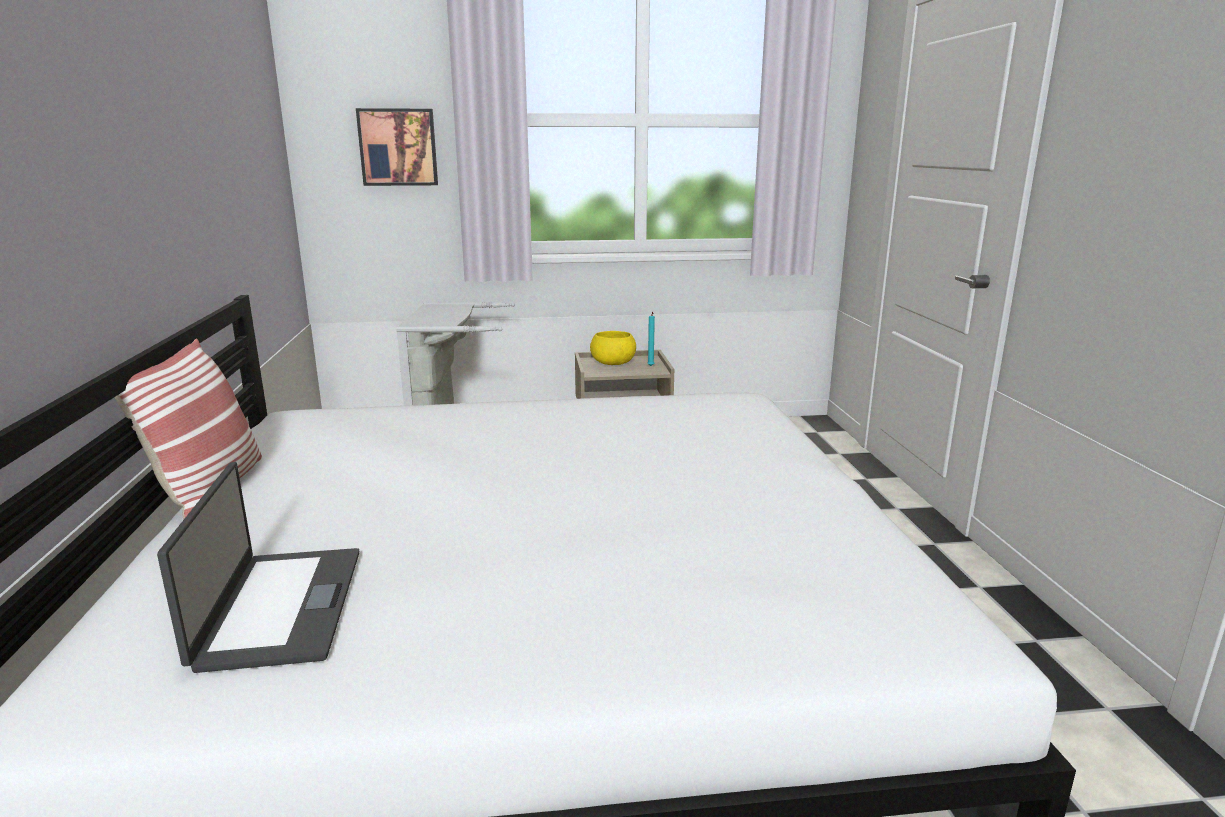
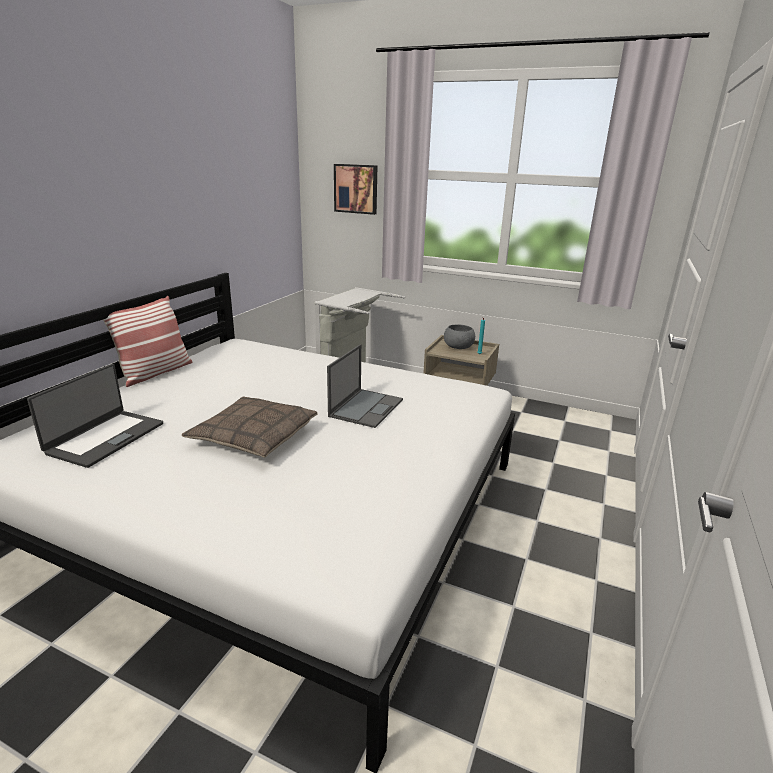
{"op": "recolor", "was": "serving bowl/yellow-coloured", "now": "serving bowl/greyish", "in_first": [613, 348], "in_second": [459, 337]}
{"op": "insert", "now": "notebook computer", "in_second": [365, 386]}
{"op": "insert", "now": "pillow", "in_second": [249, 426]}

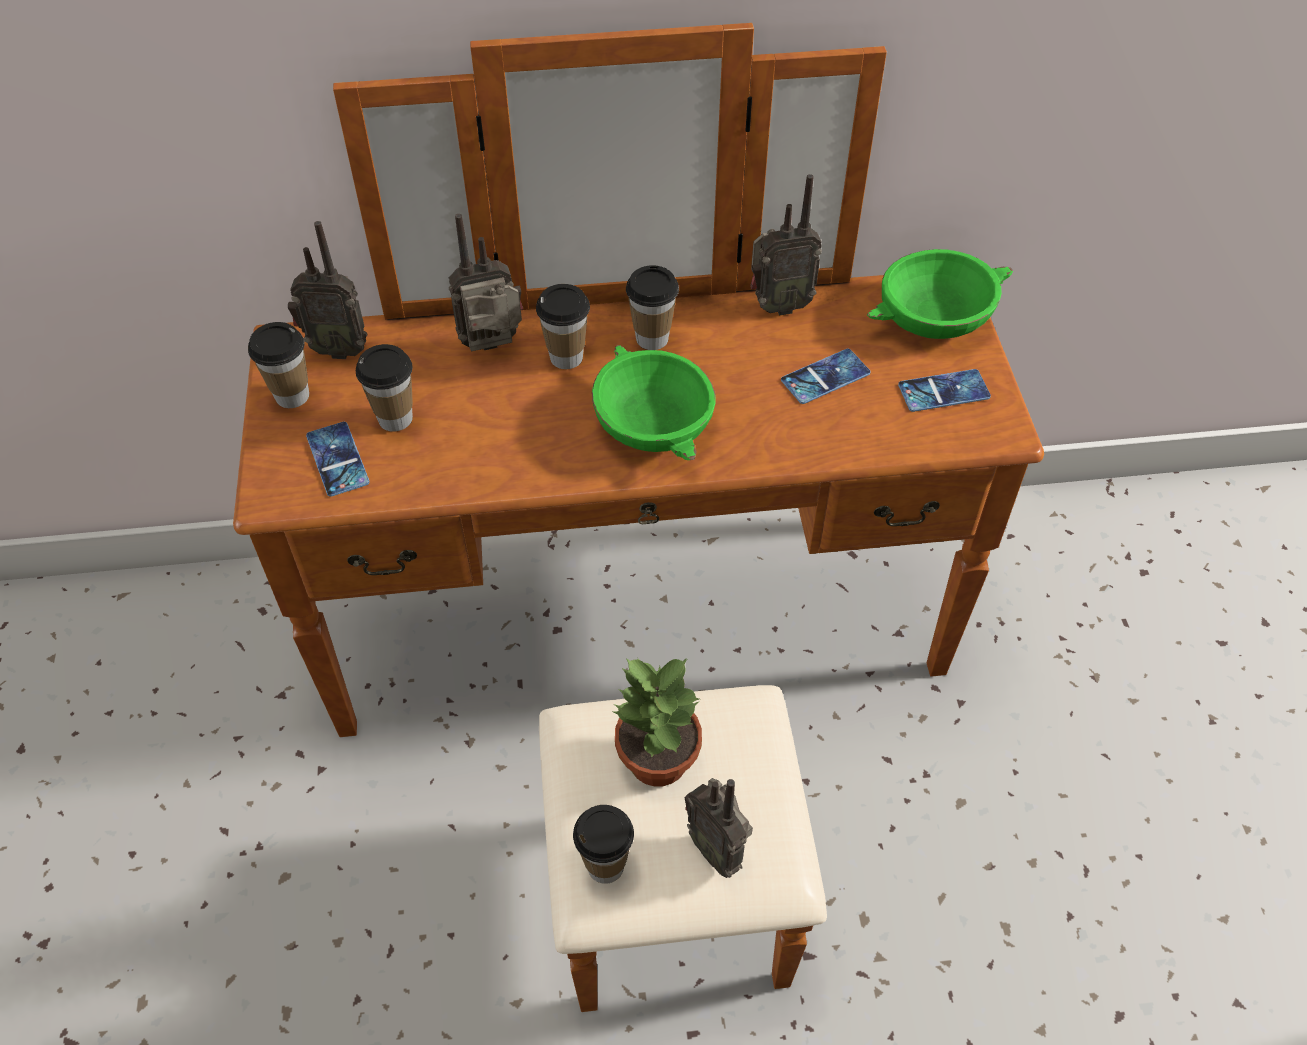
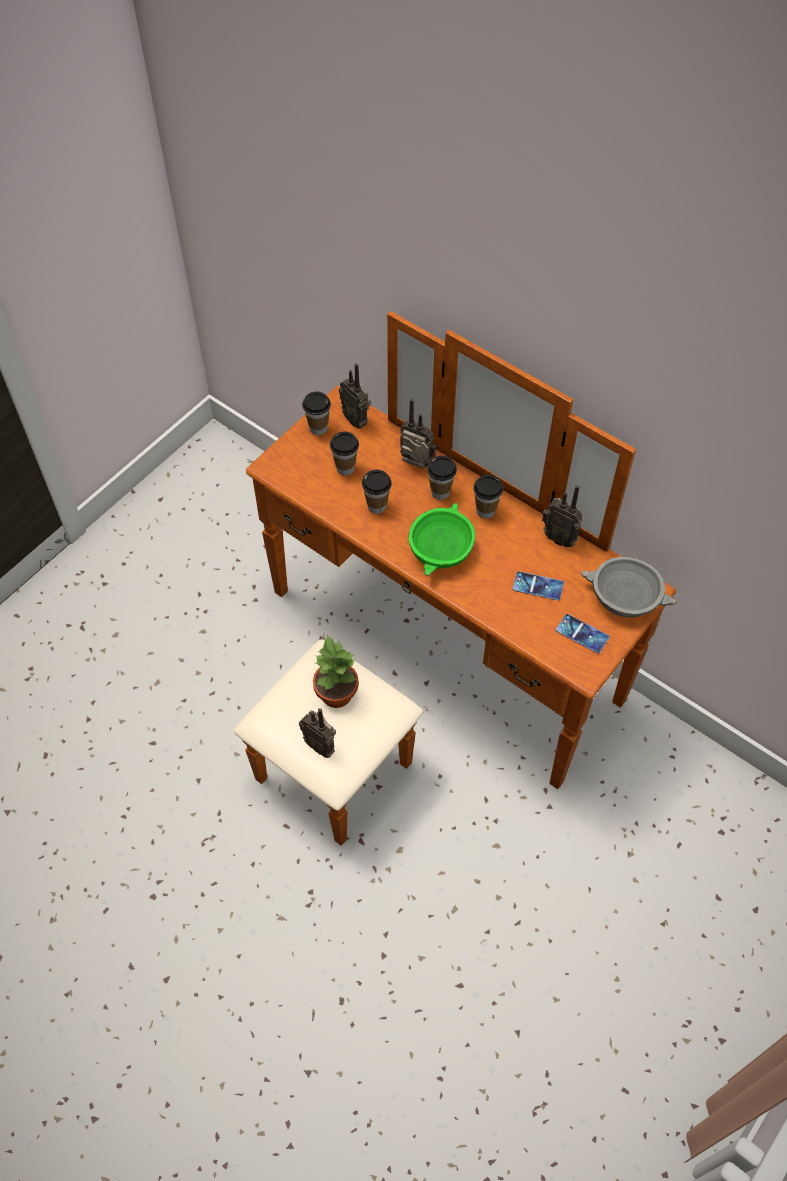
{"op": "recolor", "was": "serving bowl/greenish", "now": "serving bowl/greyish", "in_first": [940, 294], "in_second": [629, 587]}
{"op": "delete", "was": "handset", "in_first": [338, 459]}
{"op": "rotate", "was": "radio", "in_first": [719, 828], "in_second": [317, 733], "clockwise": -60}
{"op": "move", "was": "small cup", "in_first": [603, 844], "in_second": [377, 492]}

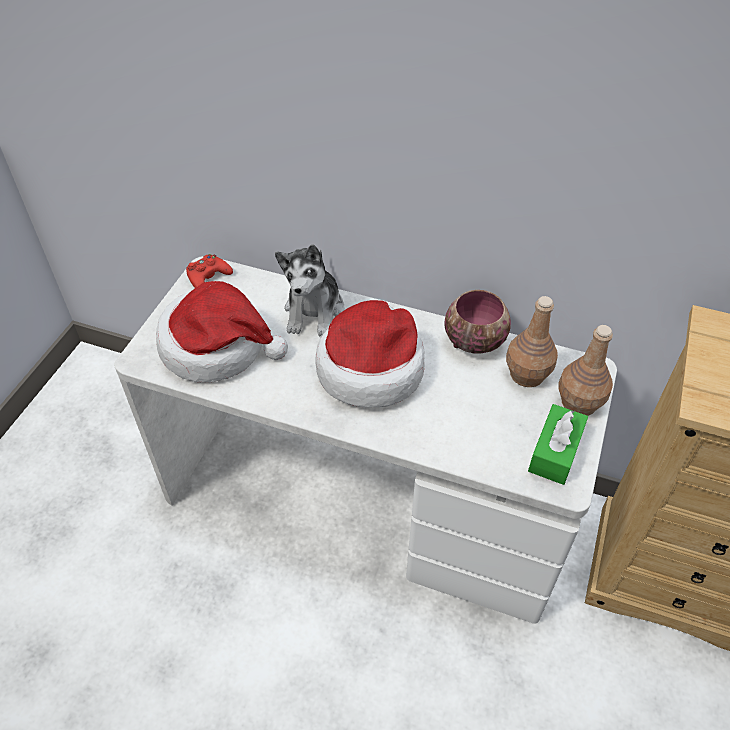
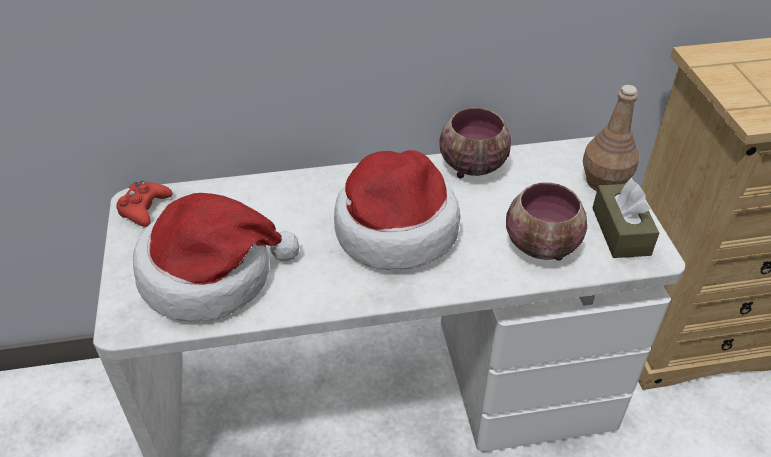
{"op": "delete", "was": "plush toy", "in_first": [310, 290]}
{"op": "delete", "was": "drink bottle/brown-coloured", "in_first": [532, 341]}
{"op": "recolor", "was": "box of tissues/greenish", "now": "box of tissues/brown-coloured", "in_first": [558, 444], "in_second": [626, 218]}
{"op": "insert", "now": "serving bowl", "in_second": [546, 221]}

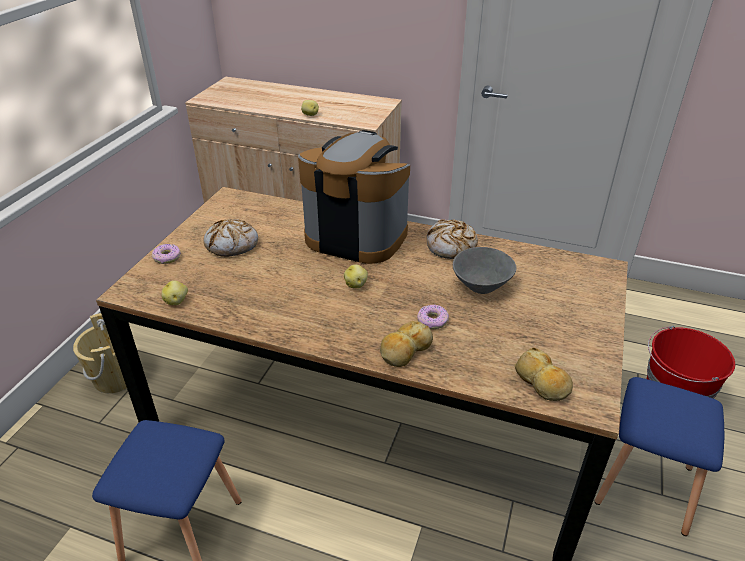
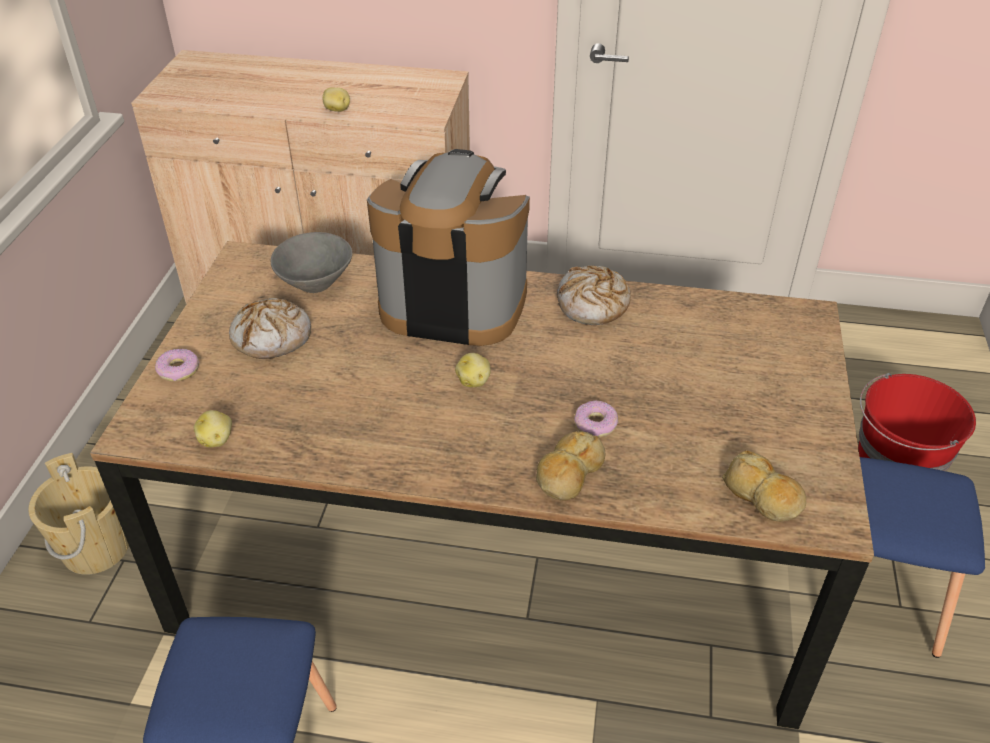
{"op": "move", "was": "serving bowl/greyish", "in_first": [484, 270], "in_second": [311, 262]}

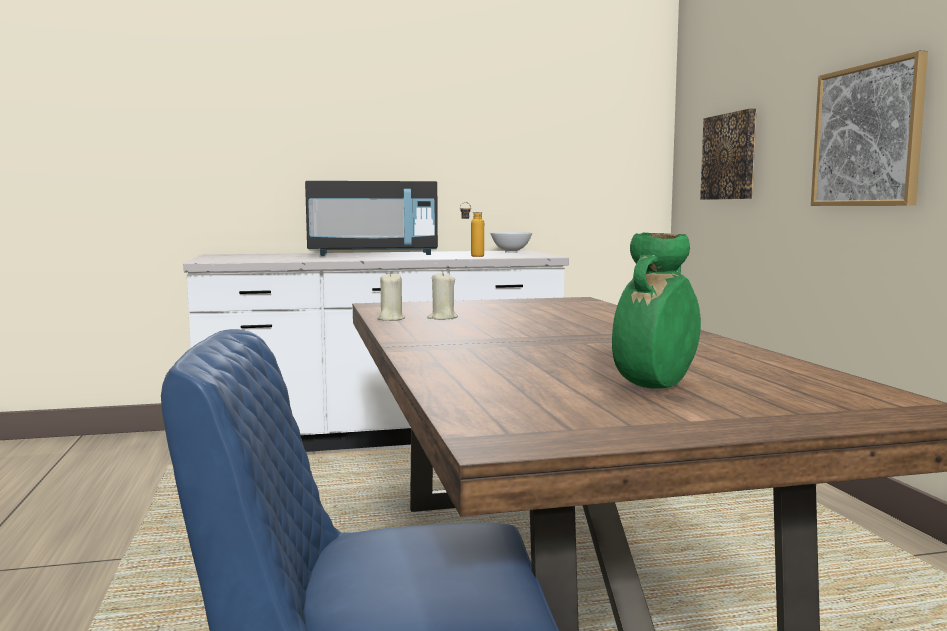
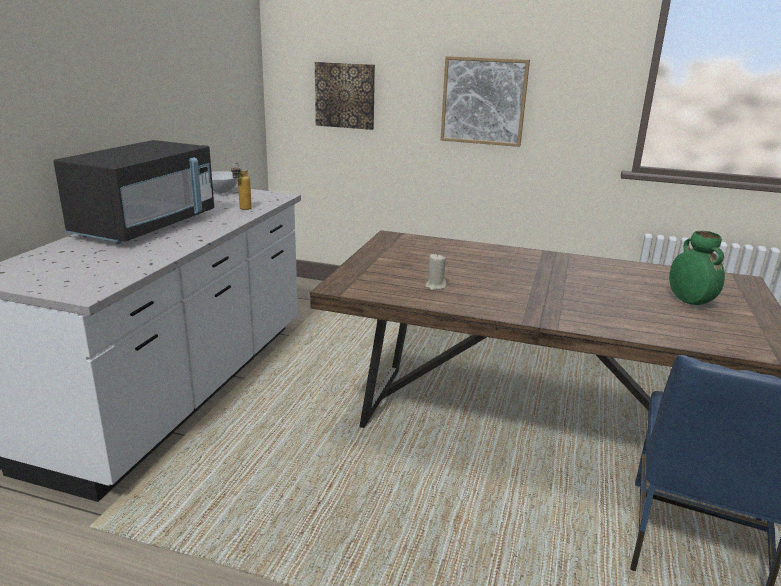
{"op": "delete", "was": "wax candle/sand-coloured", "in_first": [391, 296]}

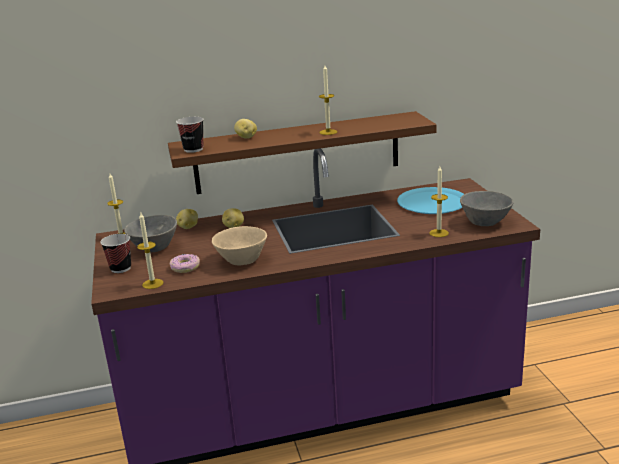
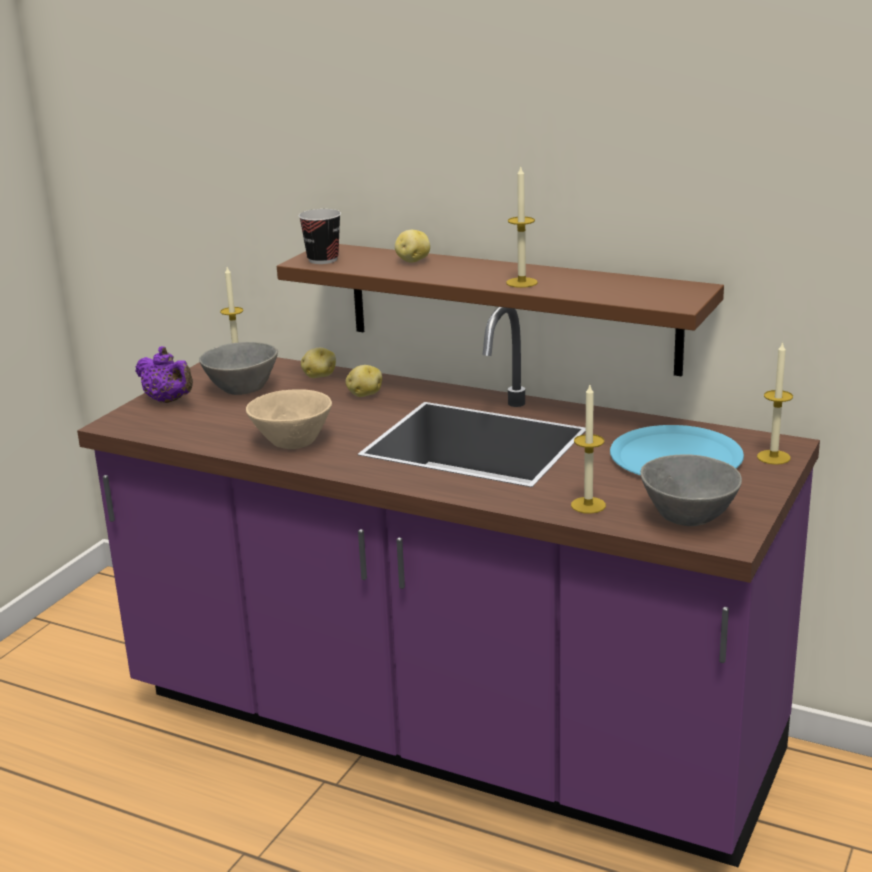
{"op": "move", "was": "wax candle", "in_first": [150, 251], "in_second": [775, 403]}
{"op": "replace", "was": "small cup", "now": "tea pot/purple-coloured", "in_first": [116, 253], "in_second": [164, 374]}
{"op": "delete", "was": "ring doughnut", "in_first": [184, 263]}

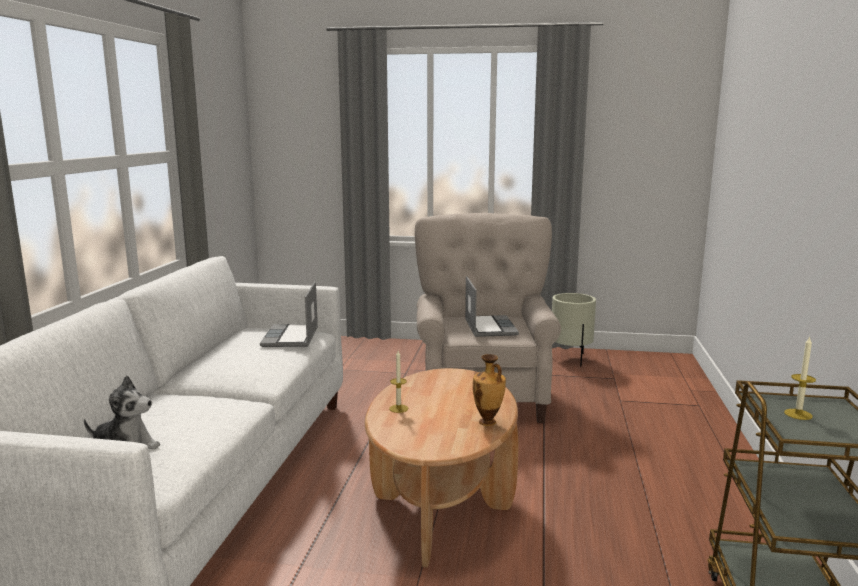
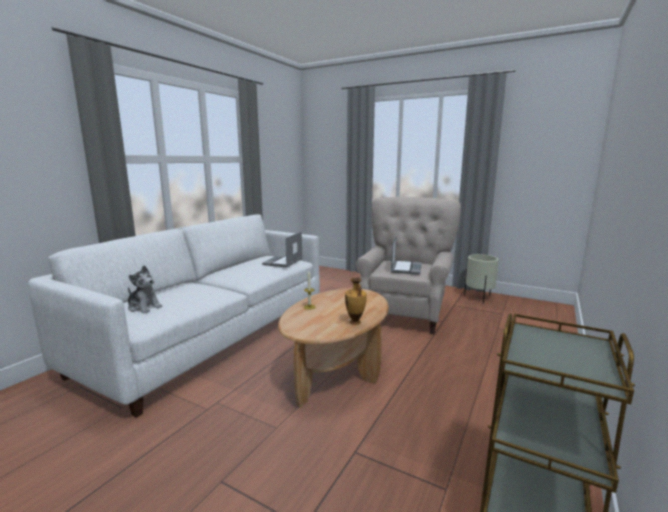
{"op": "delete", "was": "wax candle", "in_first": [800, 378]}

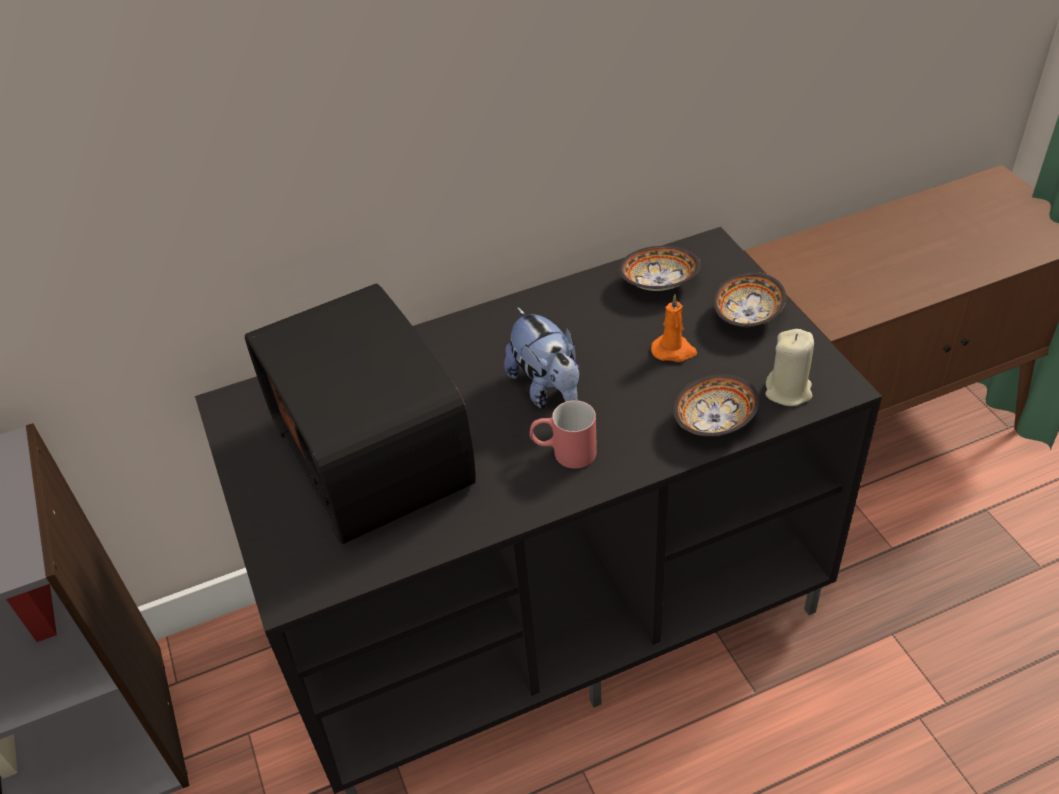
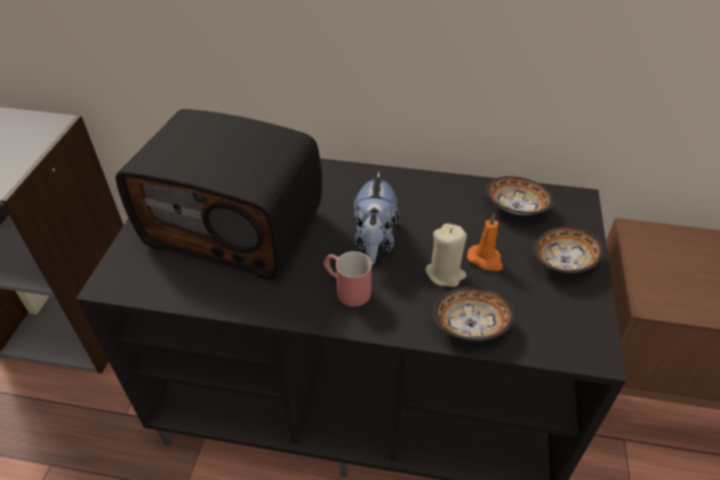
{"op": "rotate", "was": "radio", "in_first": [360, 413], "in_second": [218, 194], "clockwise": -75}
{"op": "move", "was": "wax candle/sand-coloured", "in_first": [789, 367], "in_second": [446, 255]}

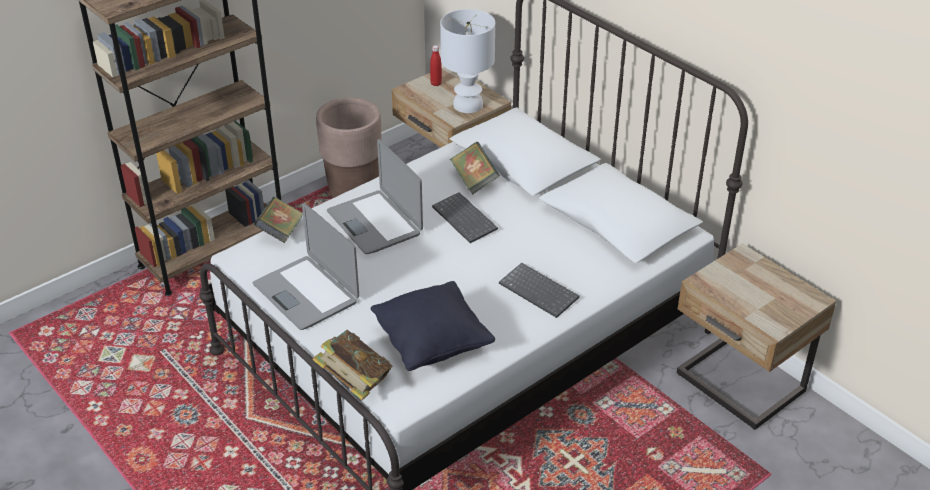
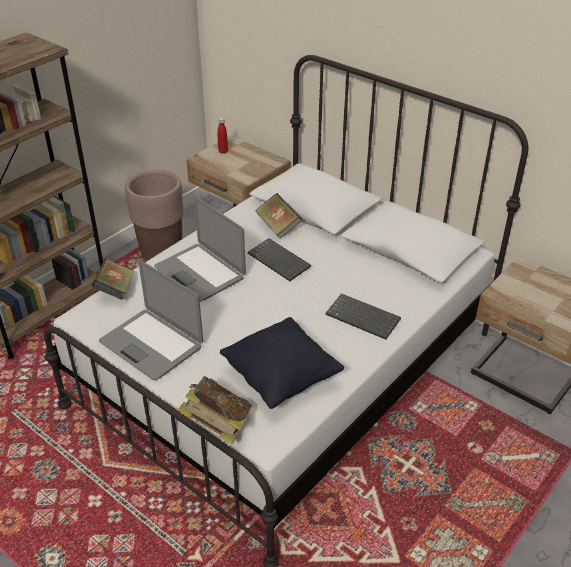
{"op": "delete", "was": "tabletop lamp/white-coloured", "in_first": [467, 61]}

